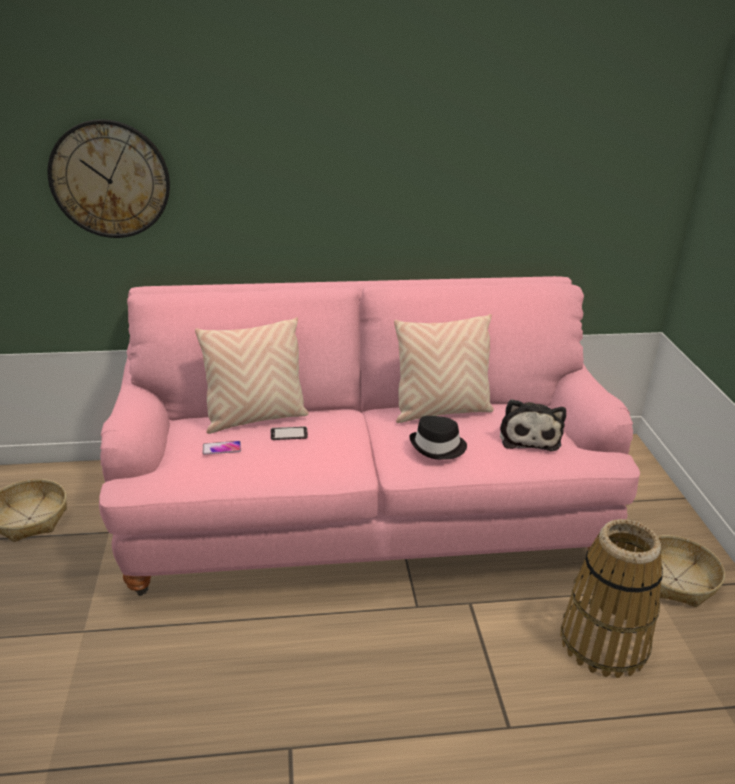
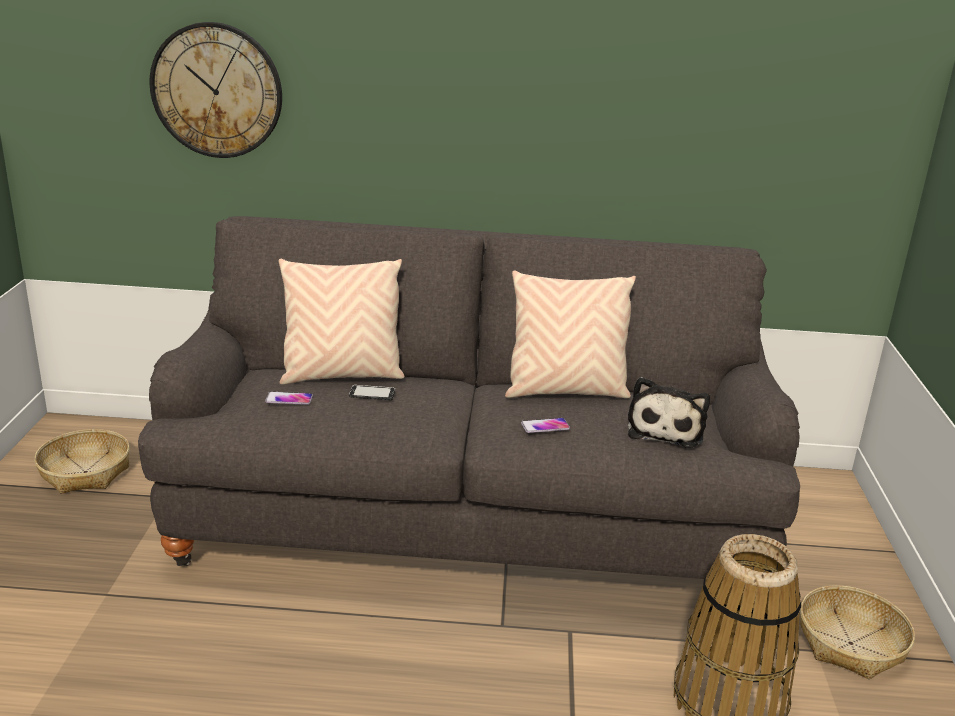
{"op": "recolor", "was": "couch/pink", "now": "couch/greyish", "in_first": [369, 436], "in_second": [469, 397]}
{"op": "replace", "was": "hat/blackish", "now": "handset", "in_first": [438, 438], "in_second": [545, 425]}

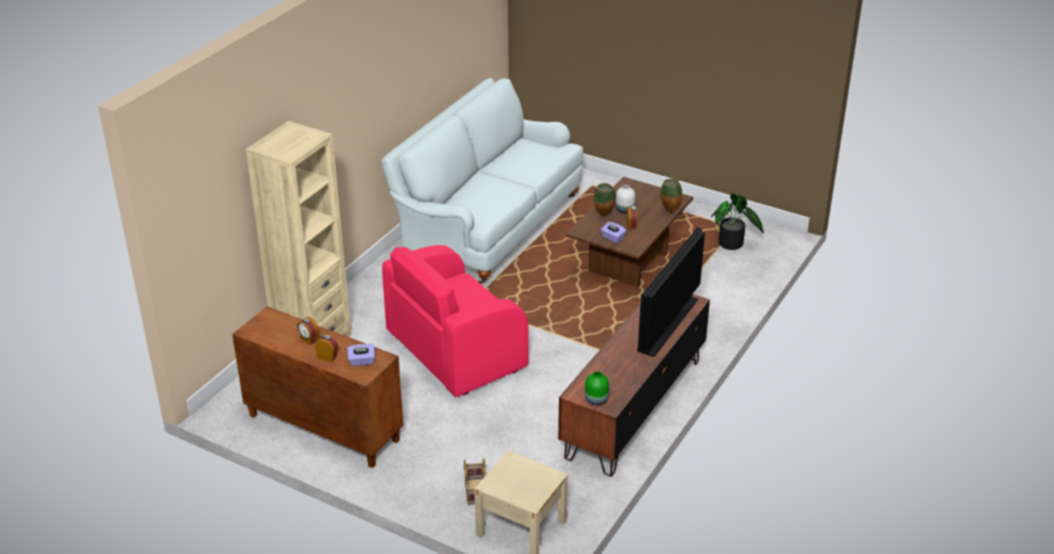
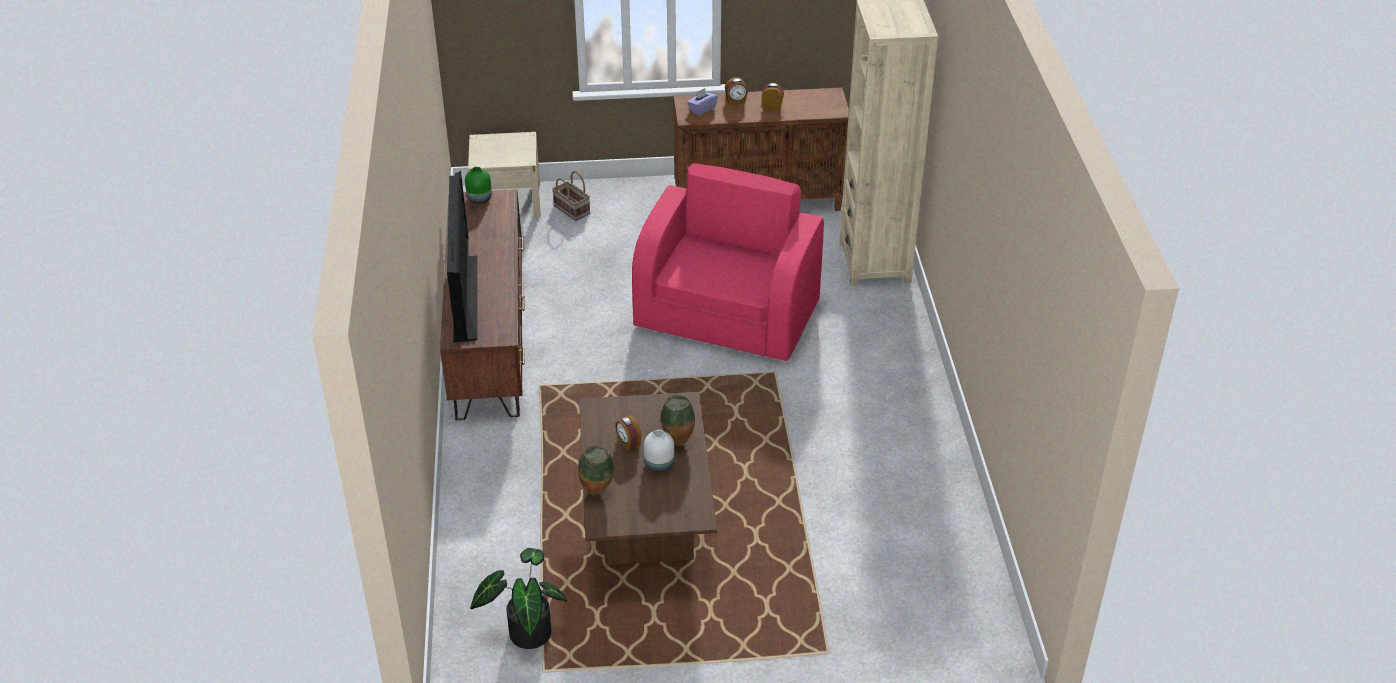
{"op": "delete", "was": "couch/white-coloured", "in_first": [482, 181]}
{"op": "delete", "was": "box of tissues/purple-coloured", "in_first": [613, 232]}

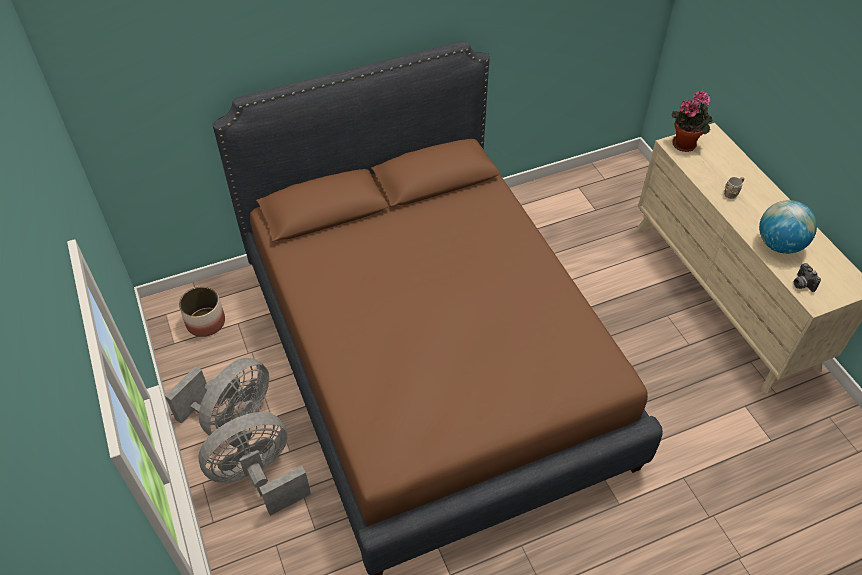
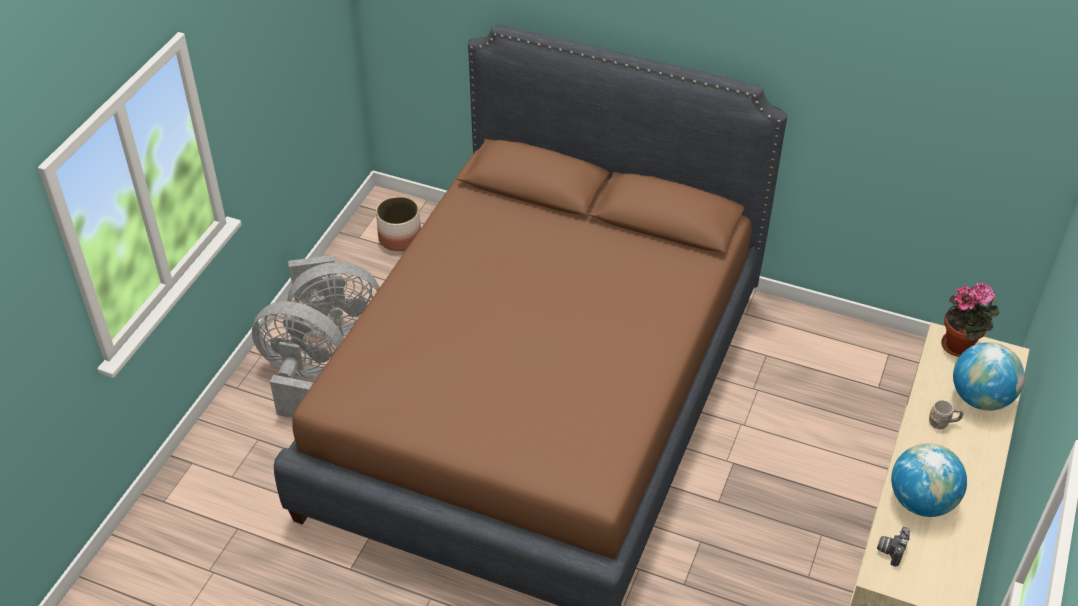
{"op": "insert", "now": "world globe", "in_second": [989, 376]}

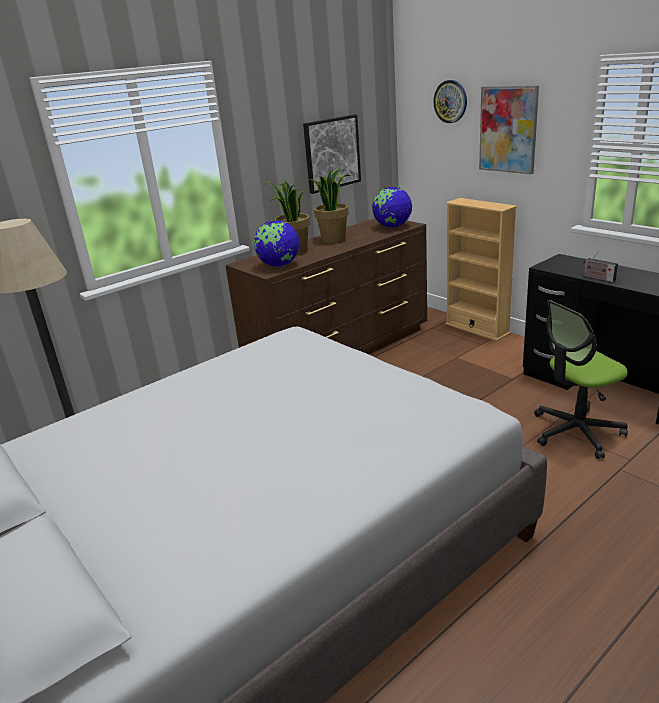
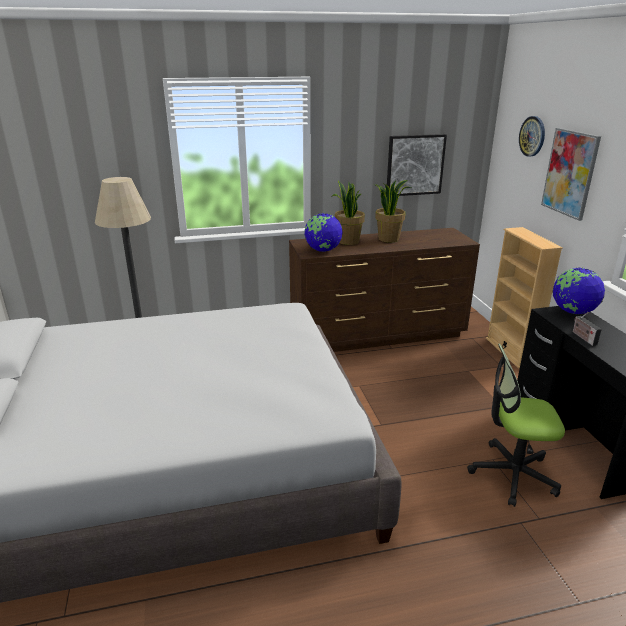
{"op": "move", "was": "world globe", "in_first": [392, 207], "in_second": [578, 291]}

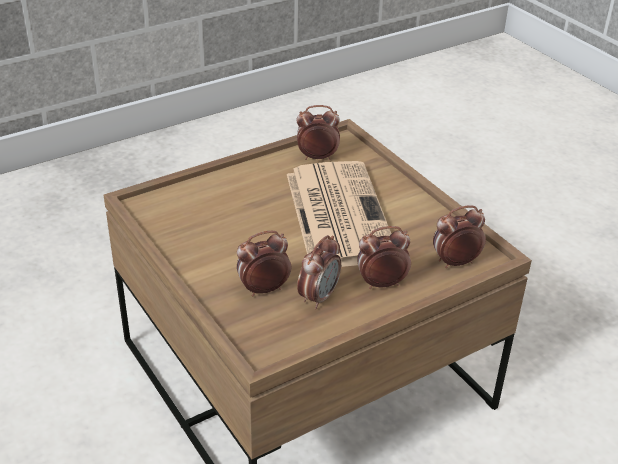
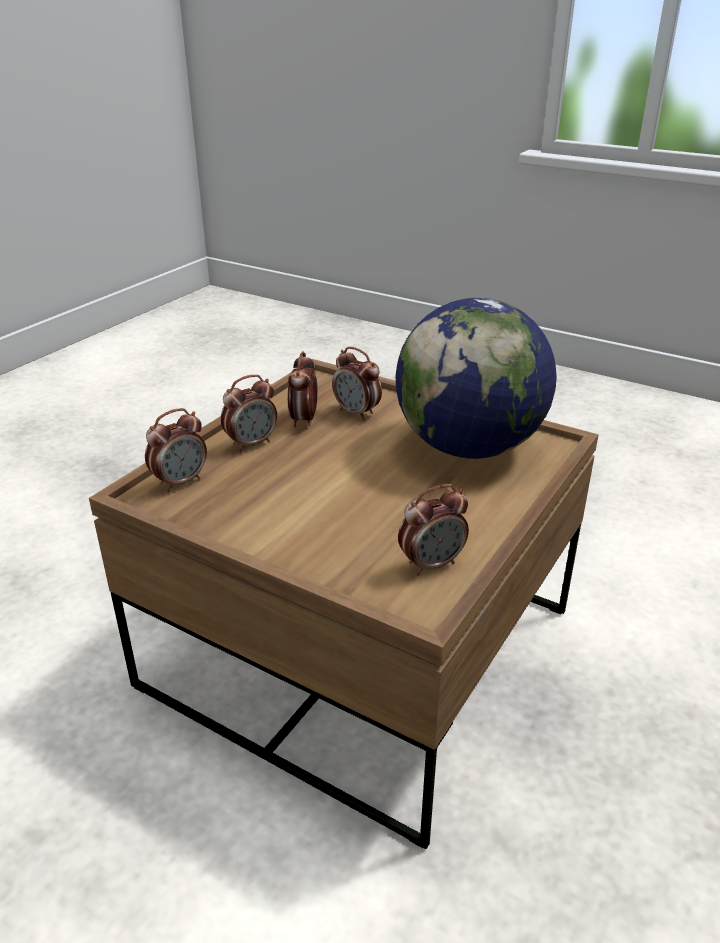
{"op": "delete", "was": "newspaper", "in_first": [339, 214]}
{"op": "rotate", "was": "table clock", "in_first": [264, 263], "in_second": [357, 383], "clockwise": 90}
{"op": "insert", "now": "world globe", "in_second": [476, 378]}

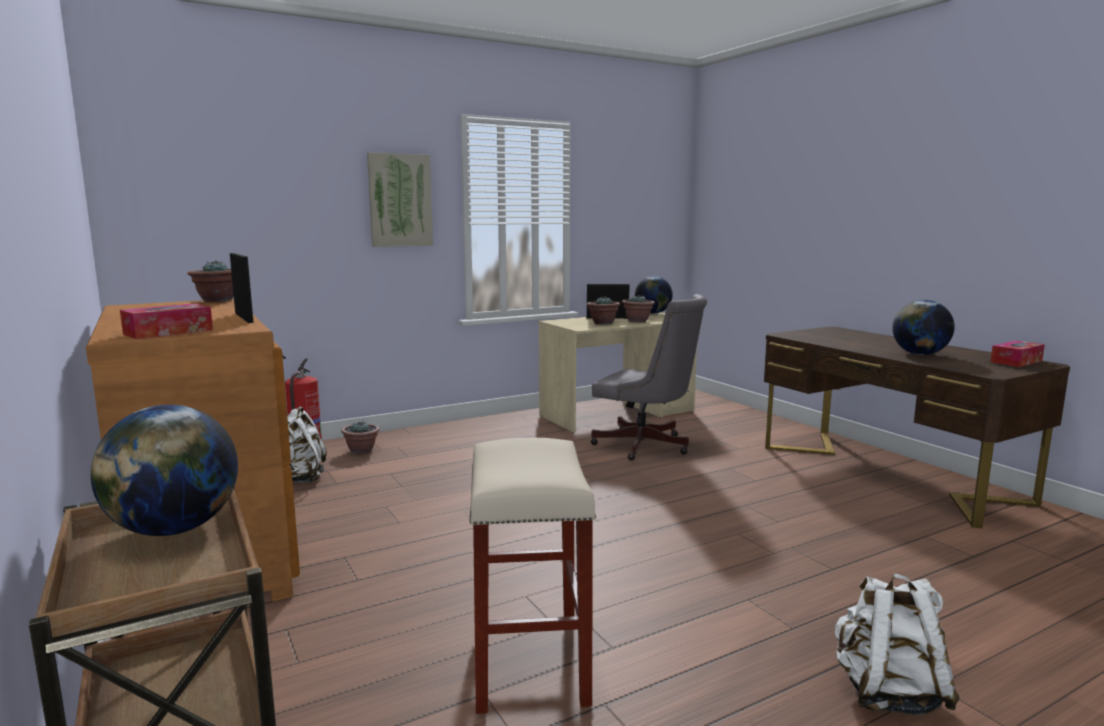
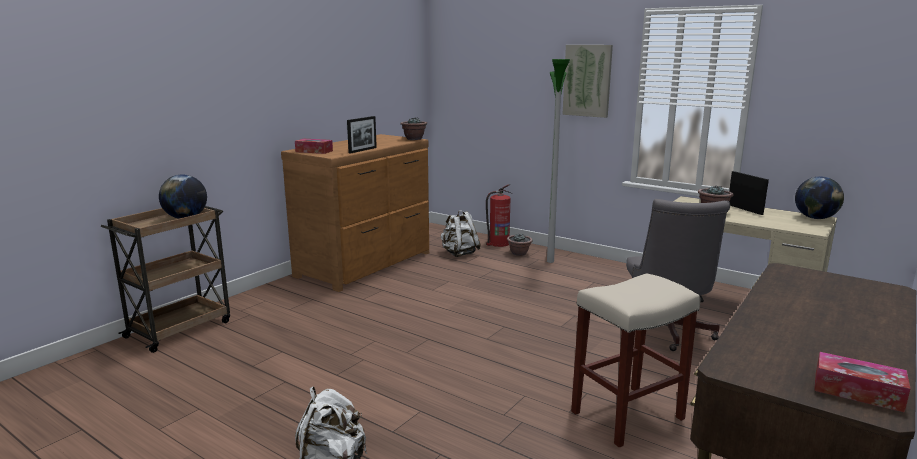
{"op": "delete", "was": "houseplant", "in_first": [638, 309]}
{"op": "delete", "was": "world globe", "in_first": [923, 327]}
{"op": "move", "was": "sitting stool/sand-coloured", "in_first": [532, 576], "in_second": [635, 360]}
{"op": "insert", "now": "standing lamp", "in_second": [558, 161]}

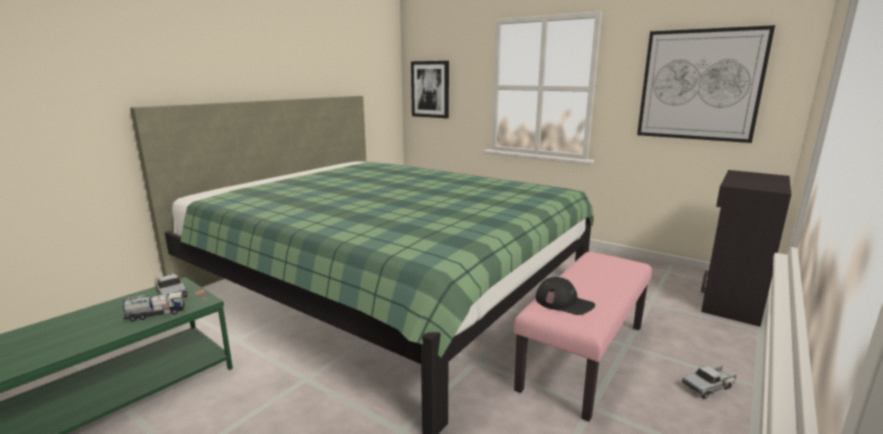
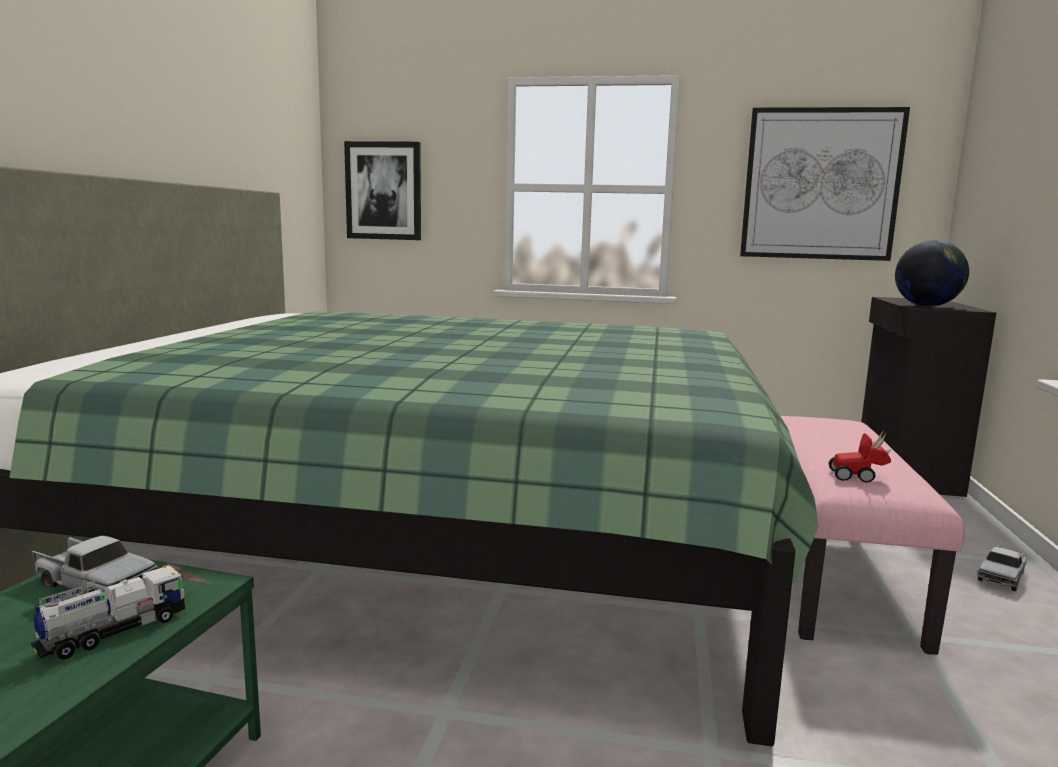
{"op": "replace", "was": "baseball cap/blackish", "now": "model car", "in_first": [565, 296], "in_second": [860, 456]}
{"op": "insert", "now": "world globe", "in_second": [932, 273]}

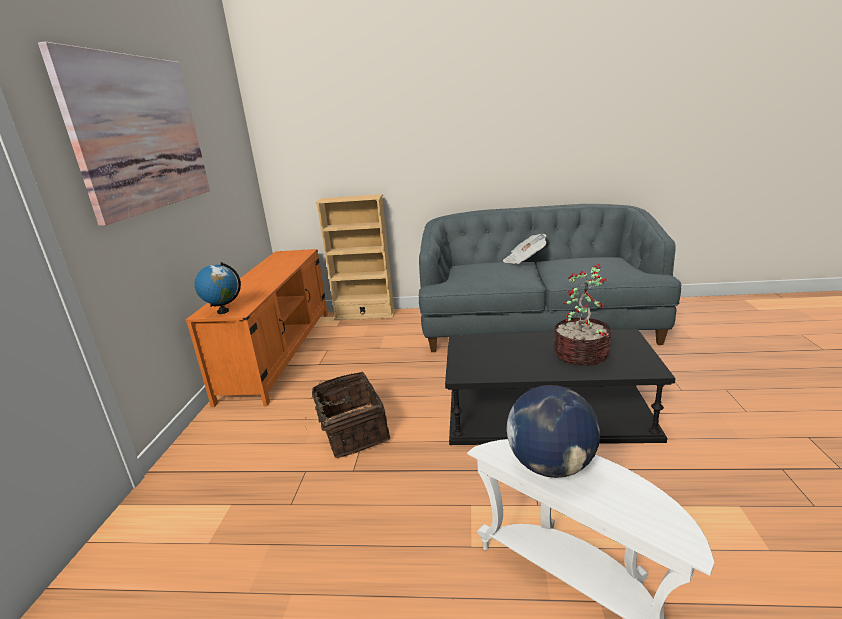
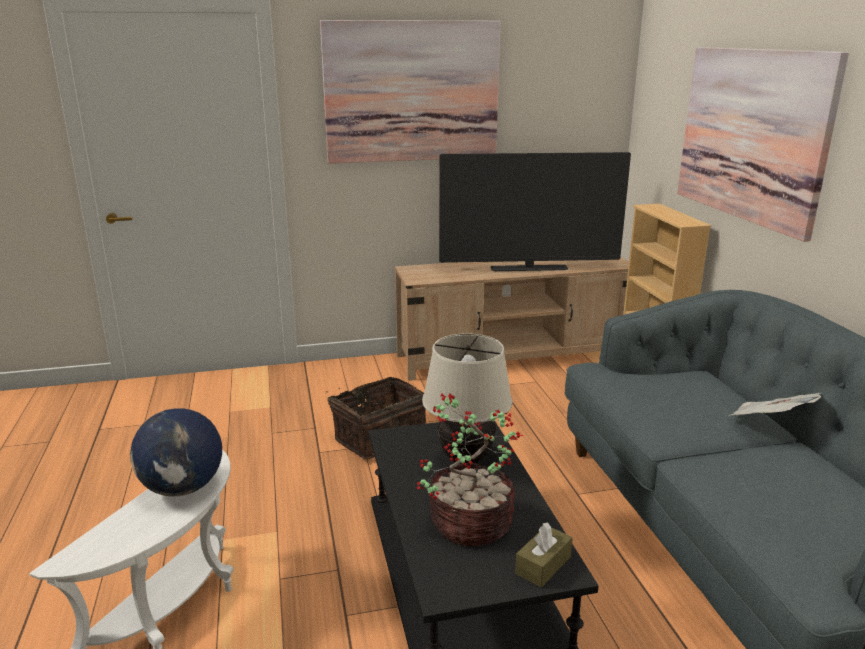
{"op": "recolor", "was": "media console/orange-coloured", "now": "media console/sand-coloured", "in_first": [257, 328], "in_second": [512, 318]}
{"op": "delete", "was": "world globe", "in_first": [218, 288]}
{"op": "insert", "now": "picture", "in_second": [763, 144]}
{"op": "insert", "now": "television", "in_second": [535, 211]}
{"op": "insert", "now": "tabletop lamp/sand-coloured", "in_second": [467, 398]}
{"op": "insert", "now": "box of tissues/brown-coloured", "in_second": [544, 554]}

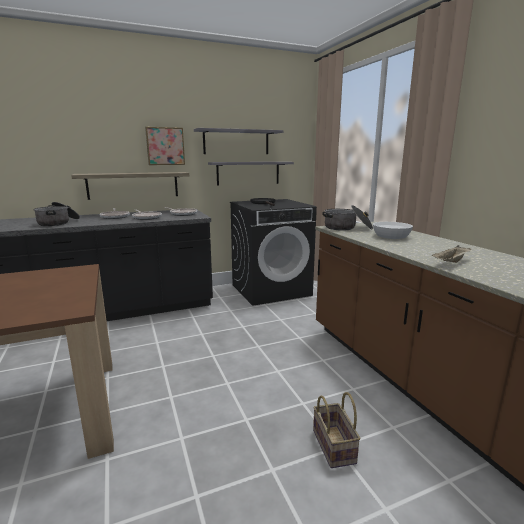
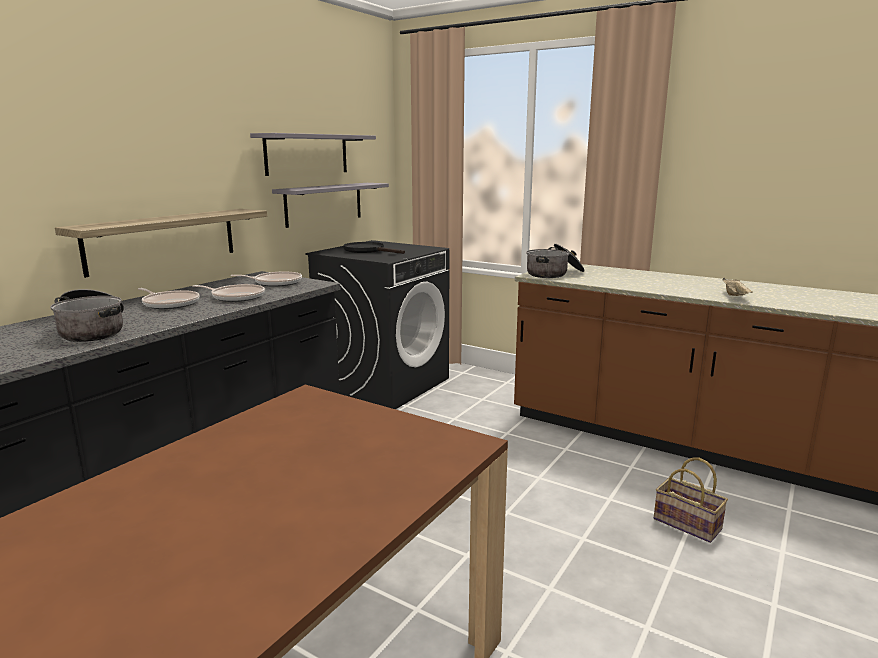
{"op": "delete", "was": "picture", "in_first": [165, 146]}
{"op": "delete", "was": "serving bowl/white-coloured", "in_first": [393, 230]}

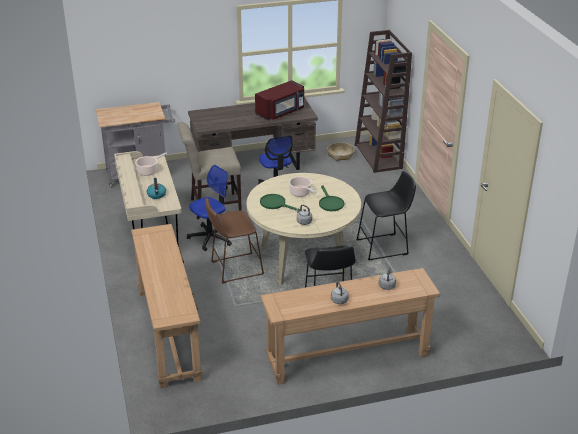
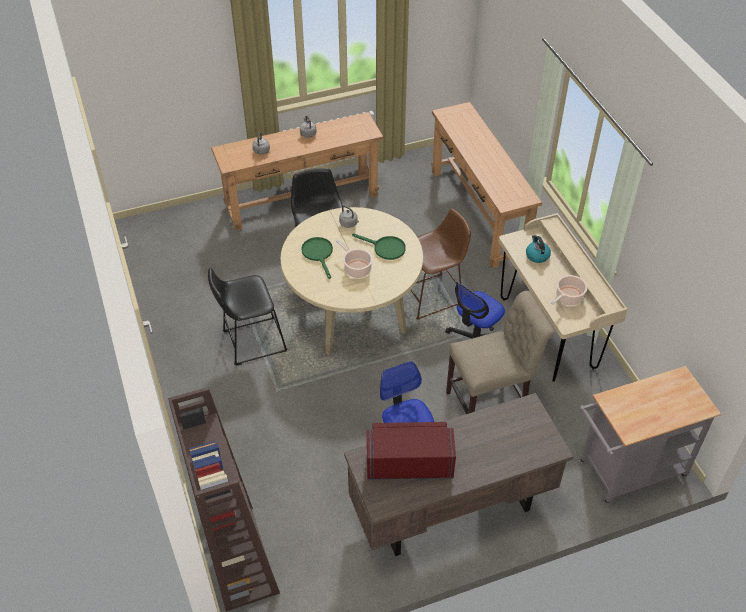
{"op": "rotate", "was": "microwave/reddish", "in_first": [279, 100], "in_second": [411, 451], "clockwise": 45}
{"op": "delete", "was": "basket", "in_first": [340, 151]}

